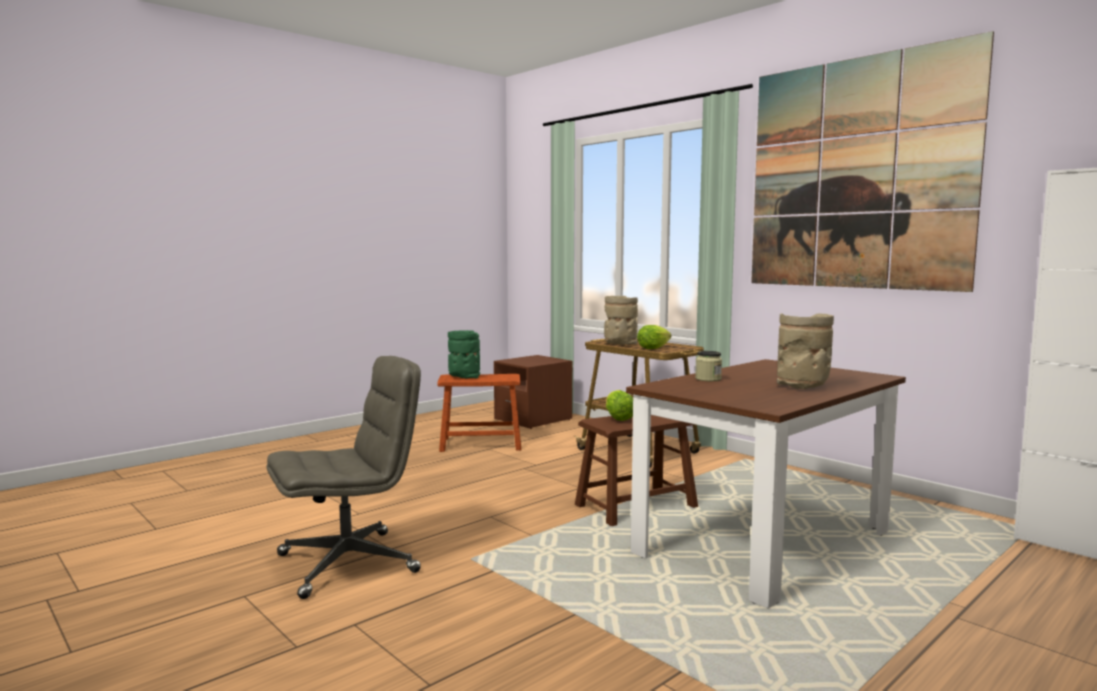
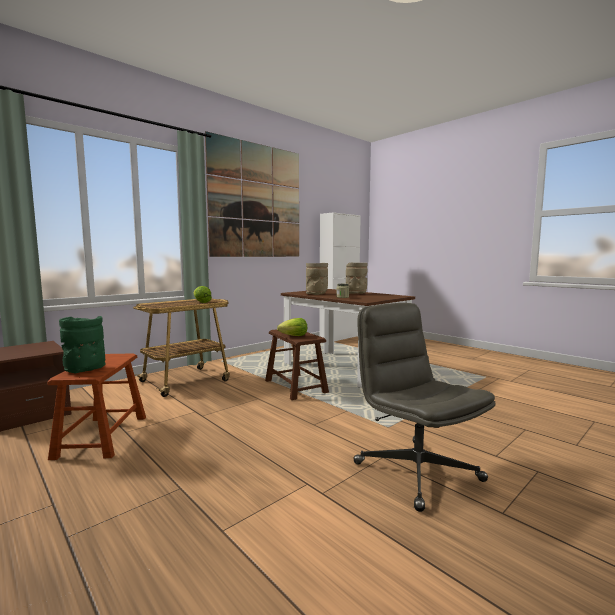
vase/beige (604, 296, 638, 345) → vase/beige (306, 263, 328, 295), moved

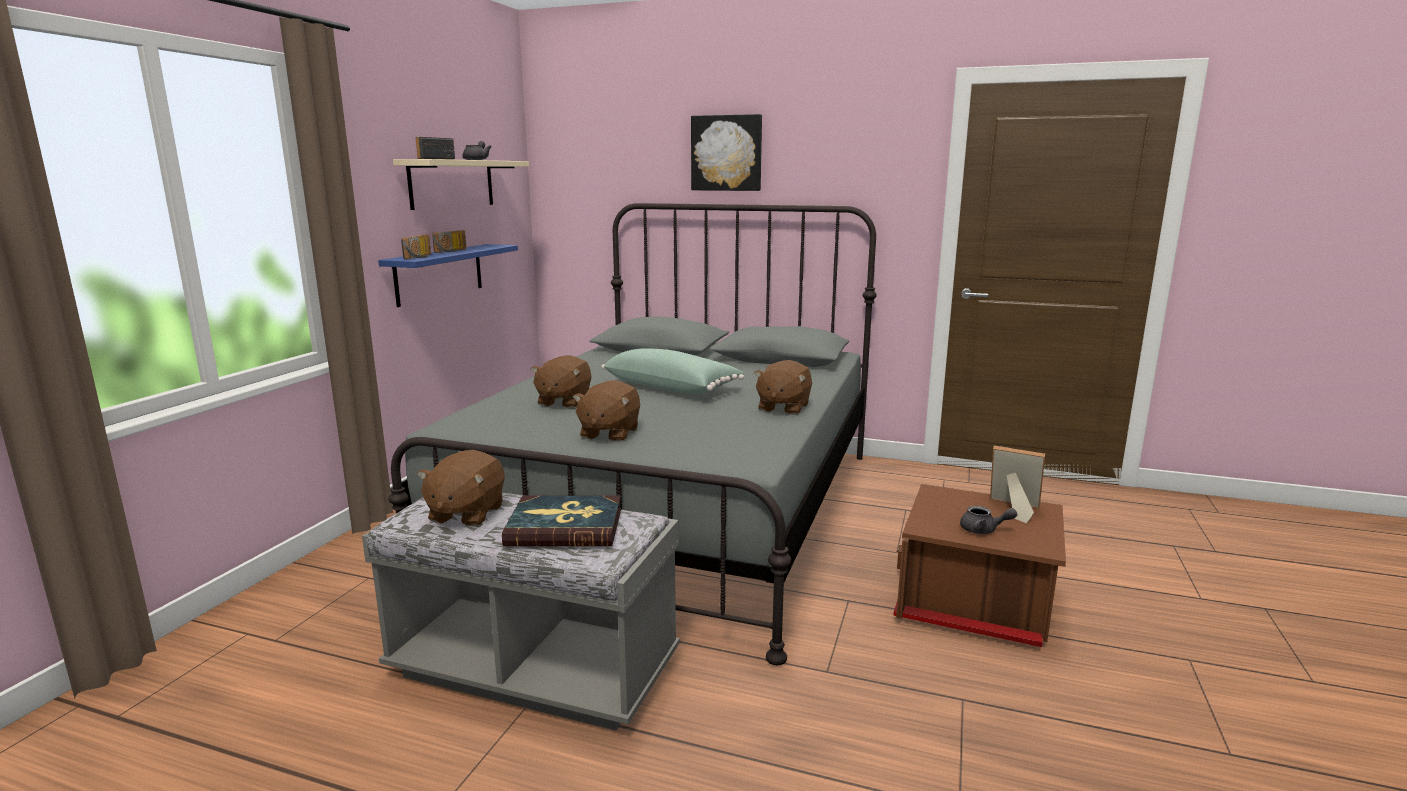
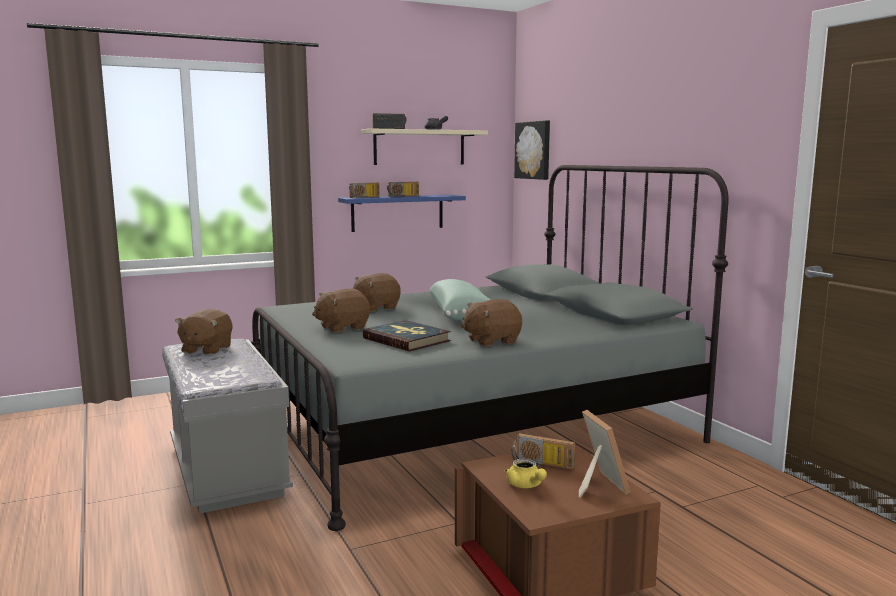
plush toy/brown (417, 450, 505, 527) → plush toy/brown (175, 309, 233, 355), 45 degrees counterclockwise
book (502, 496, 621, 546) → book (363, 320, 451, 351), moved
teapot/grey (960, 506, 1017, 534) → teapot/yellow (504, 459, 547, 488)
- → radio (511, 433, 575, 470)
picture (691, 114, 762, 191) → picture (514, 120, 550, 180), moved

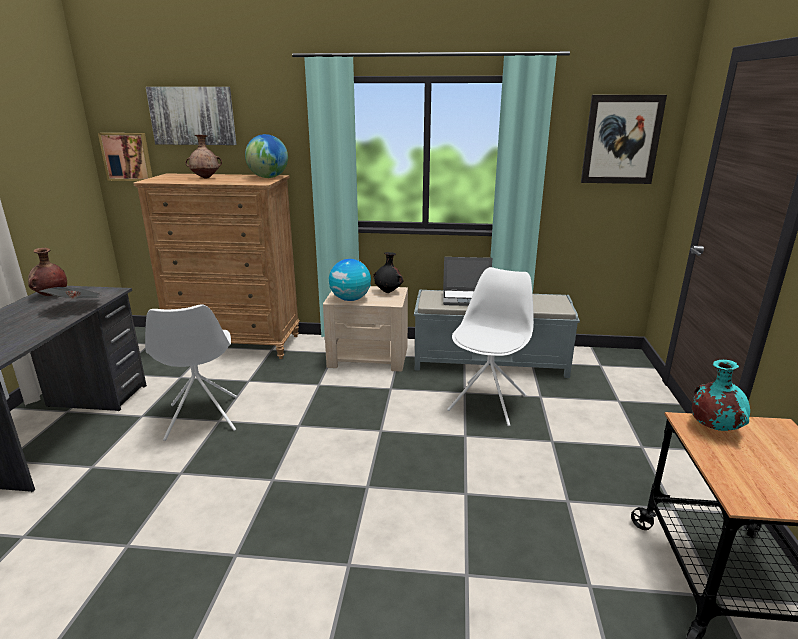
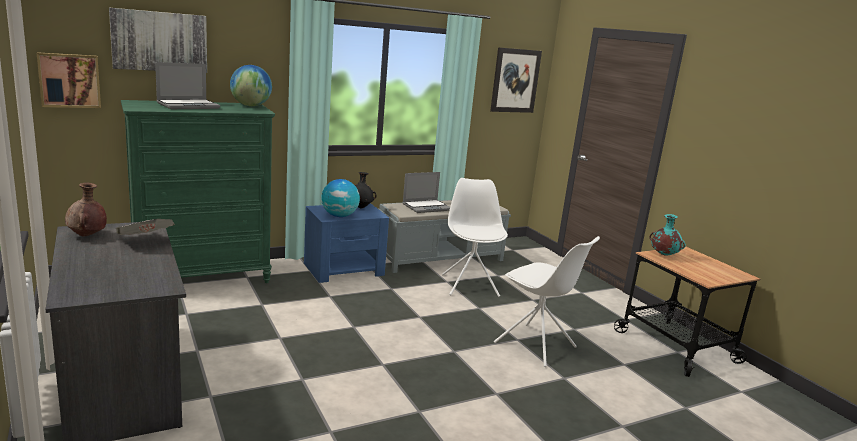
dresser/brown (133, 173, 300, 359) → dresser/green (121, 100, 275, 283)
vase/brown (185, 135, 222, 179) → laptop (155, 62, 220, 109)
nightstand/beige (323, 286, 408, 372) → nightstand/blue (304, 203, 389, 283)
chair/white (145, 304, 237, 441) → chair/white (494, 236, 600, 367), moved

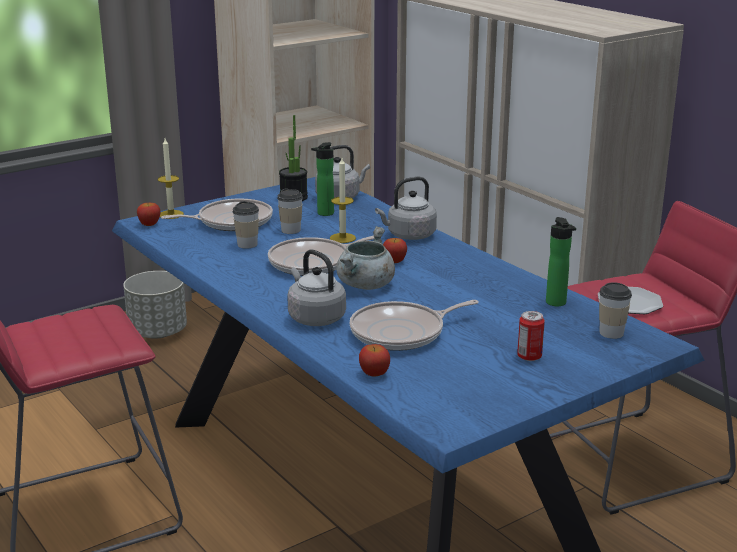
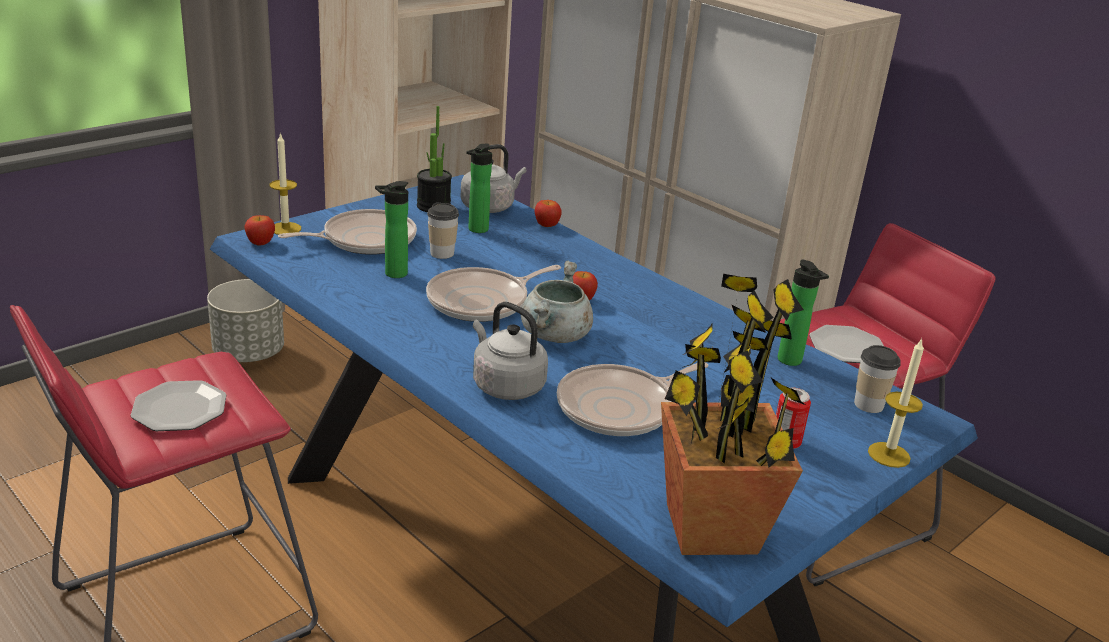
- → plate (131, 380, 226, 431)
cup (233, 201, 259, 249) → bottle (375, 181, 408, 278)
apple (359, 344, 390, 377) → apple (535, 200, 562, 227), moved
- → potted plant (661, 274, 805, 555)
candle (330, 158, 356, 243) → candle (868, 338, 924, 468), moved
kettle/grey (375, 177, 437, 240) → -

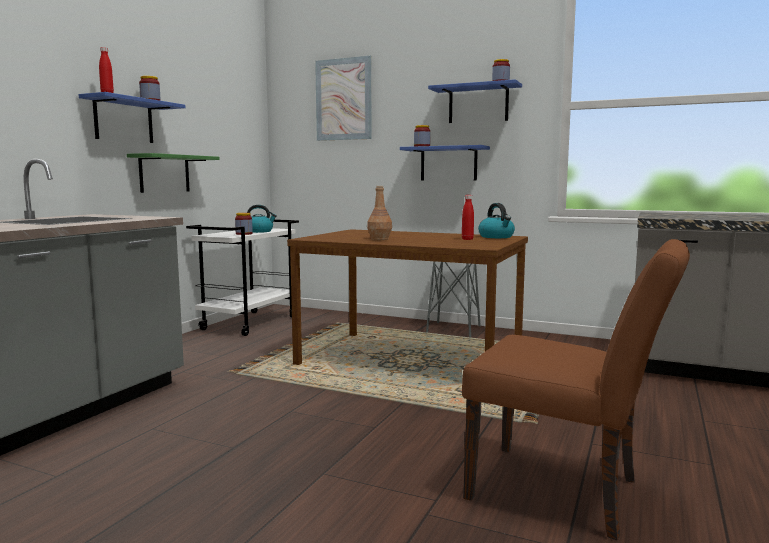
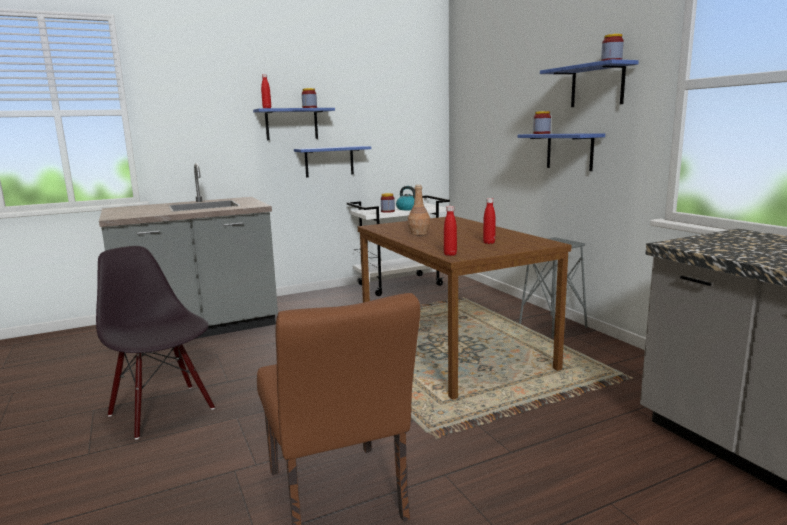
- → chair/black (96, 246, 215, 439)
shelf/green (127, 153, 220, 193) → shelf/blue (294, 146, 371, 178)
- → bottle/red (444, 206, 457, 256)
picture (315, 56, 372, 141) → -
kettle (478, 203, 515, 238) → -

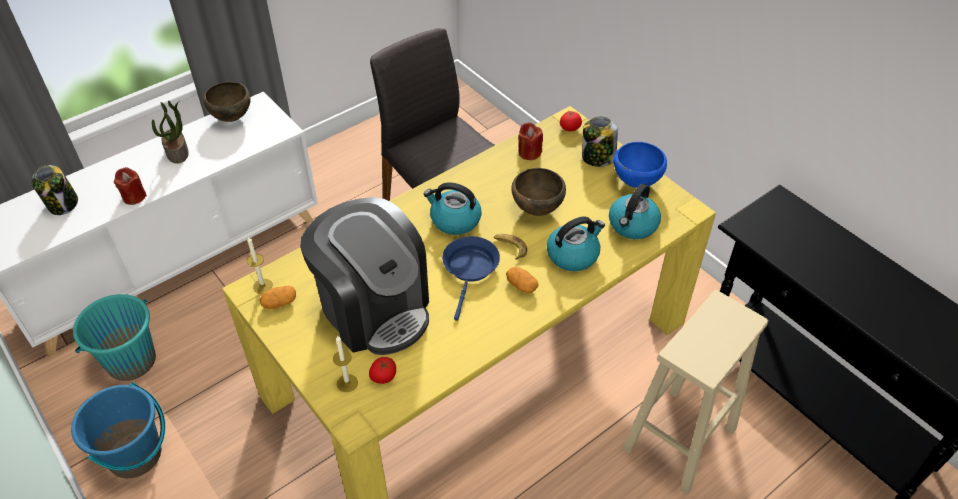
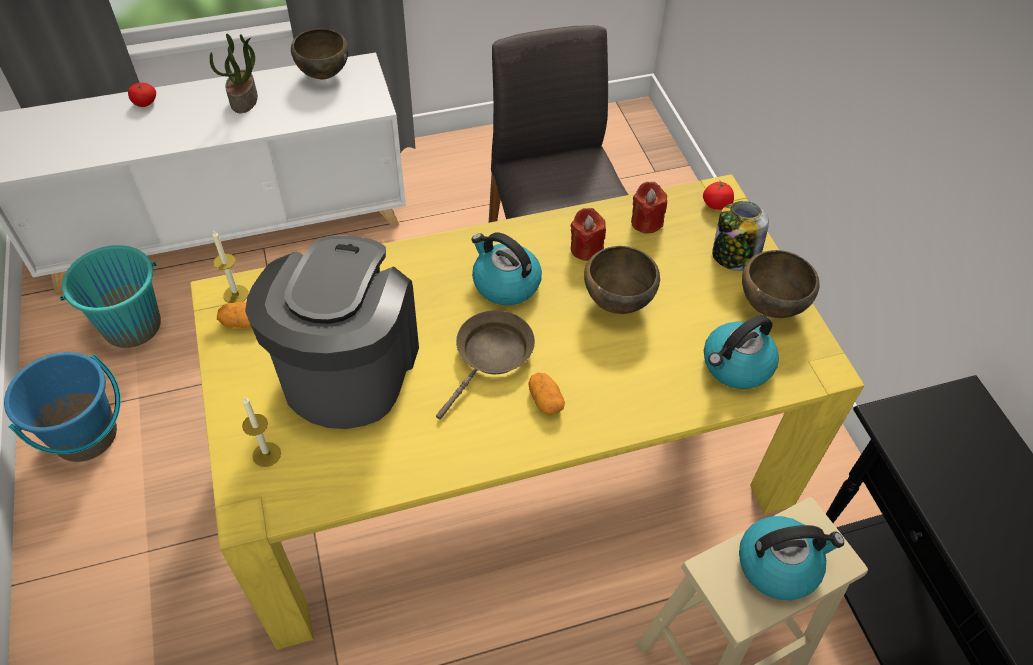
tomato (369, 357, 396, 384) → tomato (128, 83, 156, 107), moved
coffee machine (300, 197, 429, 355) → coffee machine (245, 235, 419, 429), 150 degrees counterclockwise
frying pan/blue (442, 236, 500, 321) → frying pan/brown (436, 310, 535, 420)
candle/red (114, 167, 147, 205) → candle/red (571, 208, 606, 261), moved
kettle (547, 217, 605, 271) → kettle (739, 516, 844, 600), moved
bowl/blue (614, 142, 667, 188) → bowl/brown (742, 250, 820, 318)
jar (32, 165, 78, 215) → -
banana (494, 234, 527, 260) → -

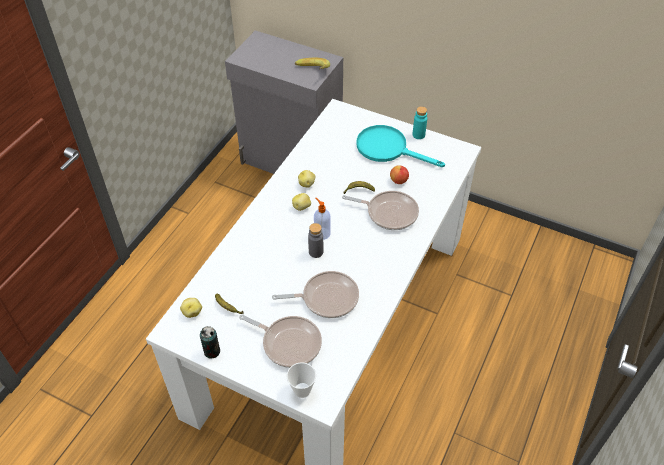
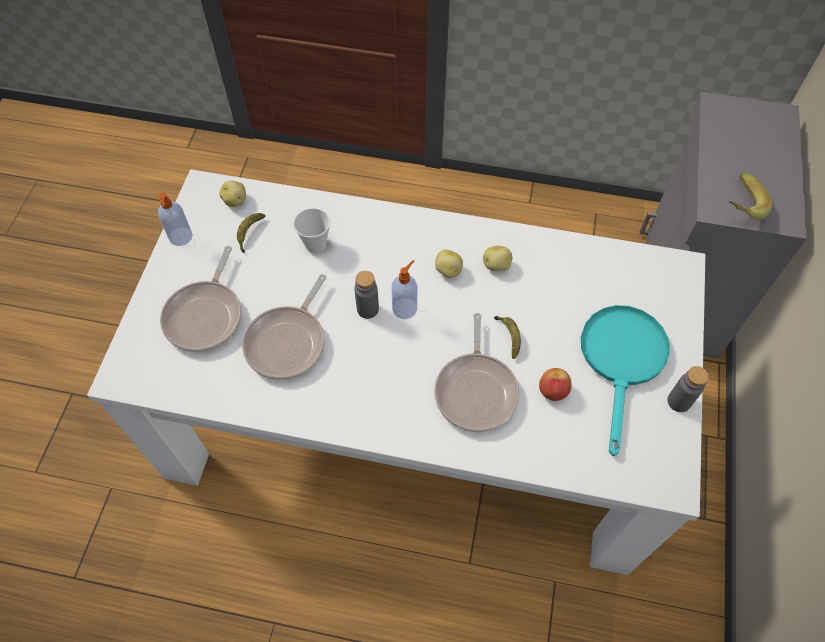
can (200, 326, 220, 359) → soap dispenser (158, 192, 193, 246)
frying pan (272, 271, 359, 318) → frying pan (242, 274, 326, 380), 45 degrees clockwise
cup (286, 362, 316, 398) → cup (293, 208, 330, 253), moved
bottle/turquoise (412, 106, 427, 139) → bottle/grey (667, 366, 709, 412)

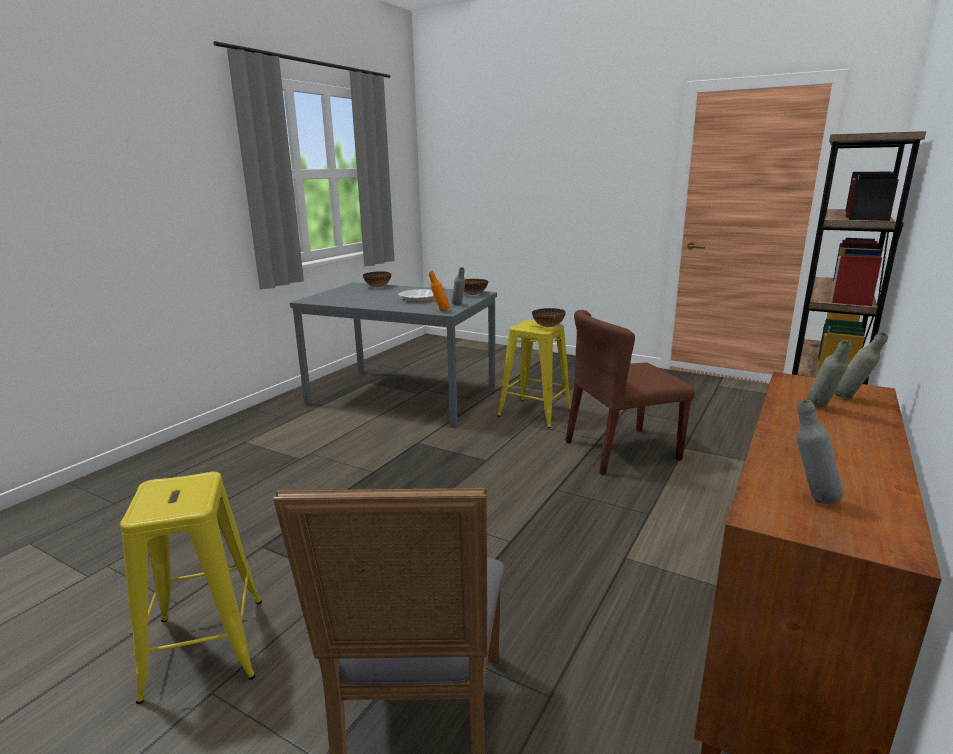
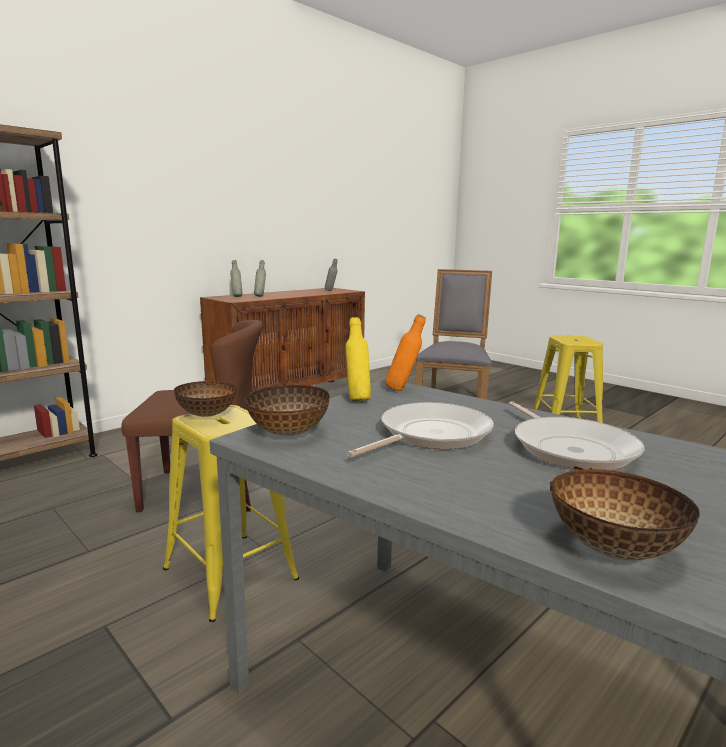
bottle/grey (452, 267, 466, 305) → bottle/yellow (345, 317, 371, 401)
- → frying pan (509, 401, 645, 470)

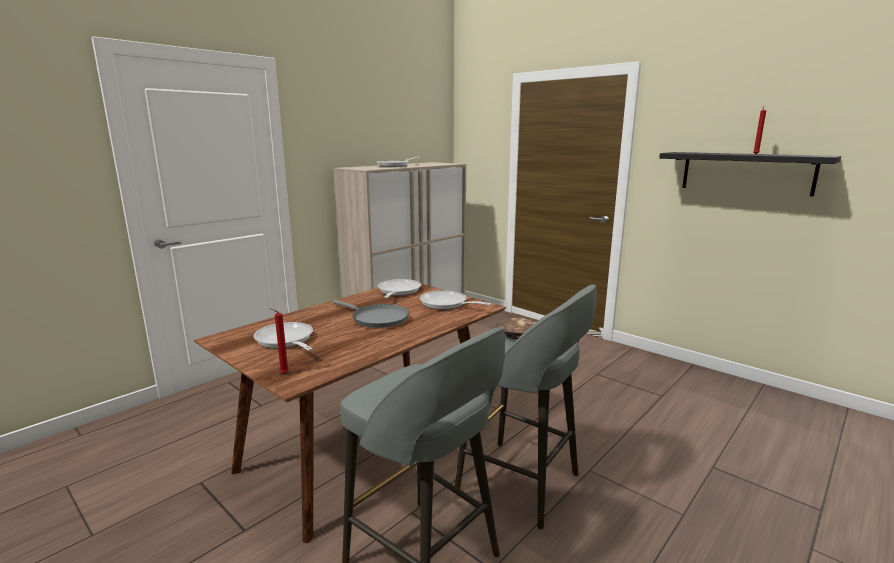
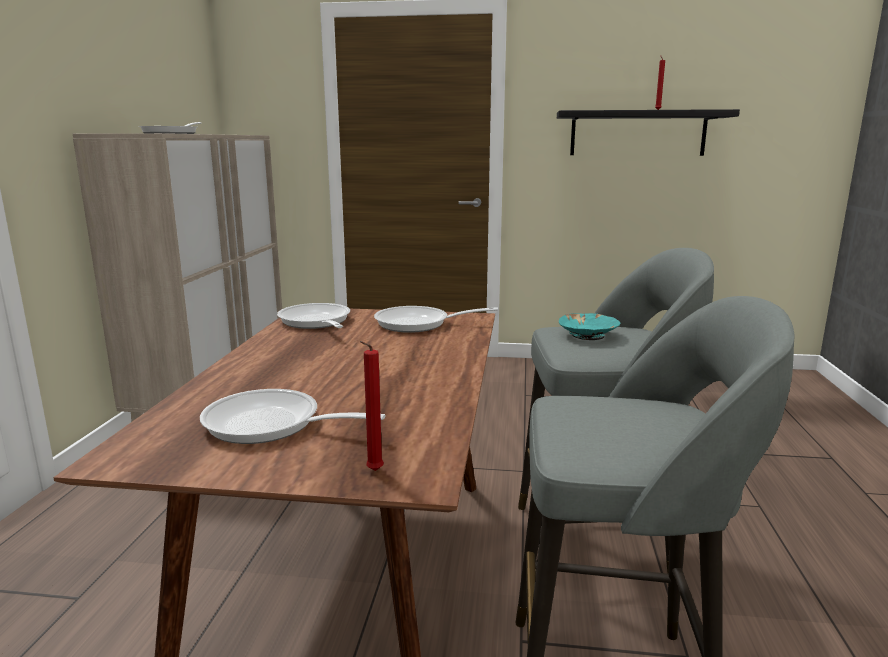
bowl/brown (496, 317, 536, 339) → bowl/turquoise (559, 313, 620, 340)
frying pan/grey (332, 300, 409, 328) → -

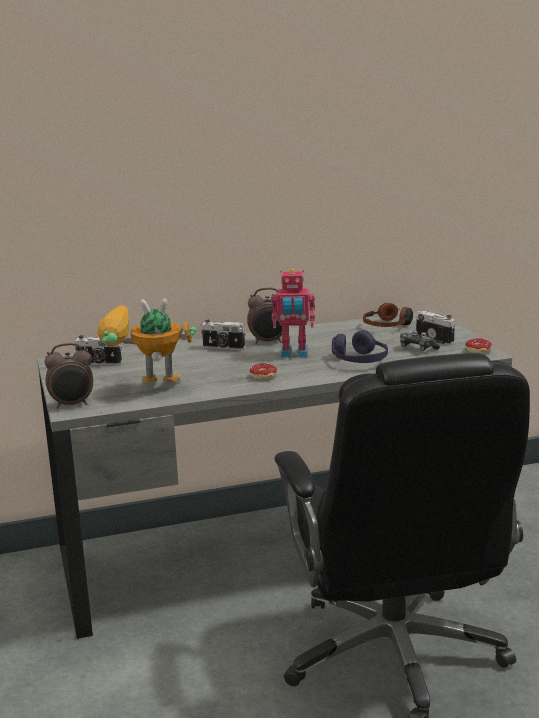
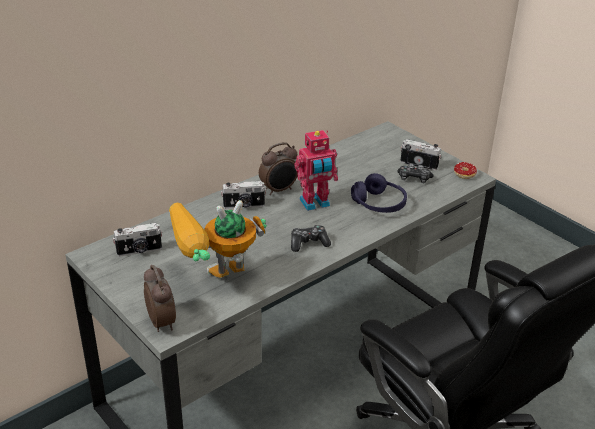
alarm clock (45, 343, 93, 409) → alarm clock (144, 265, 176, 332), 75 degrees counterclockwise
donut (237, 363, 277, 380) → game controller (291, 225, 331, 252)
headphones (363, 303, 413, 327) → -

